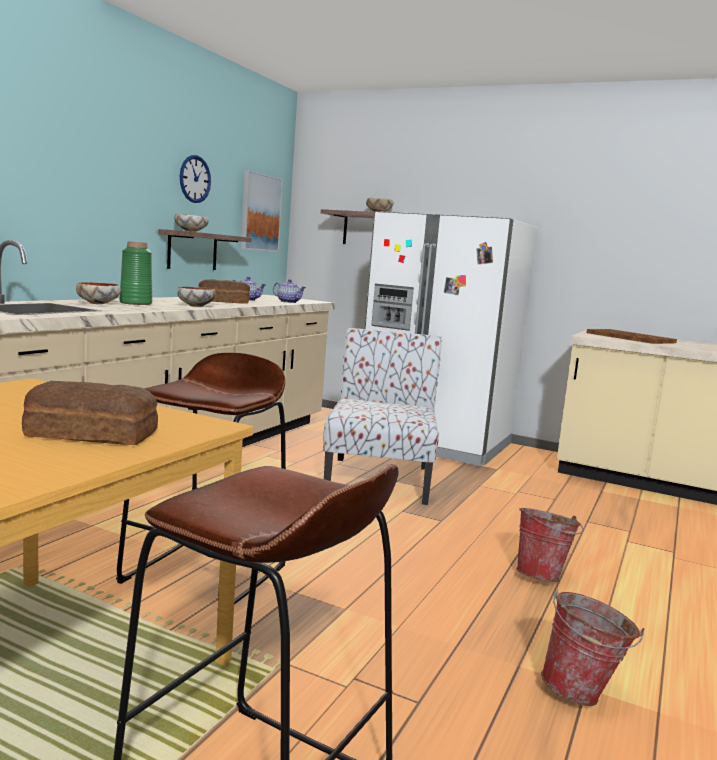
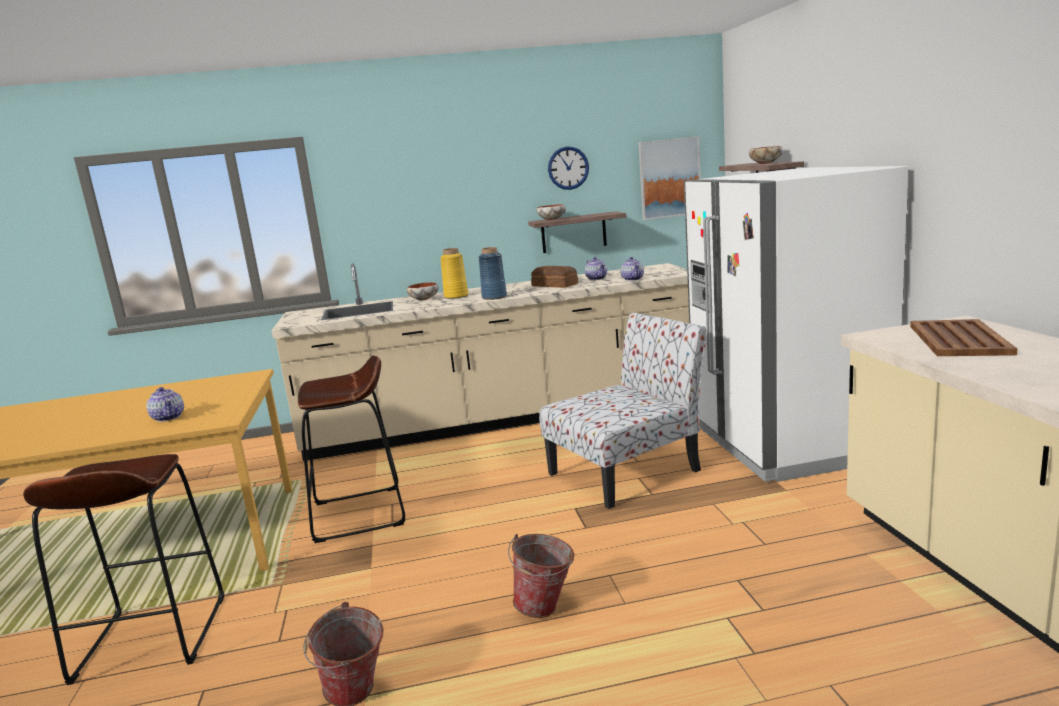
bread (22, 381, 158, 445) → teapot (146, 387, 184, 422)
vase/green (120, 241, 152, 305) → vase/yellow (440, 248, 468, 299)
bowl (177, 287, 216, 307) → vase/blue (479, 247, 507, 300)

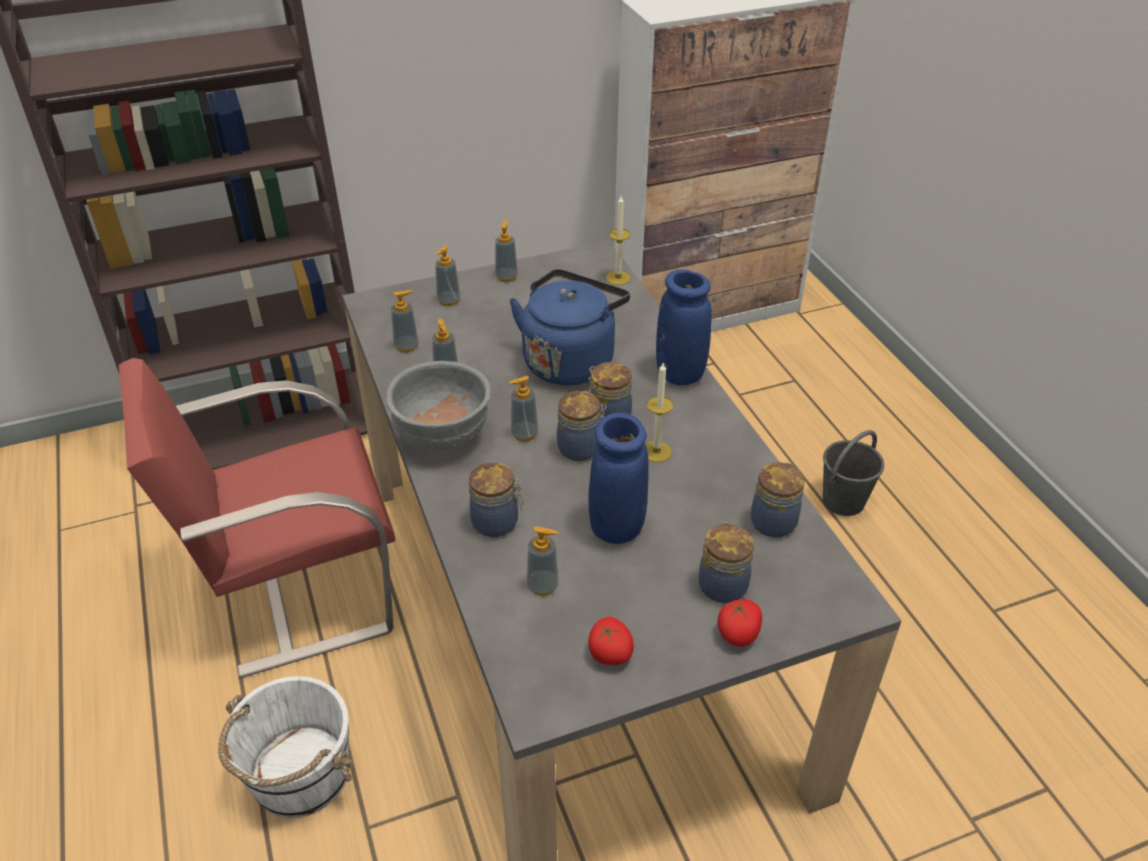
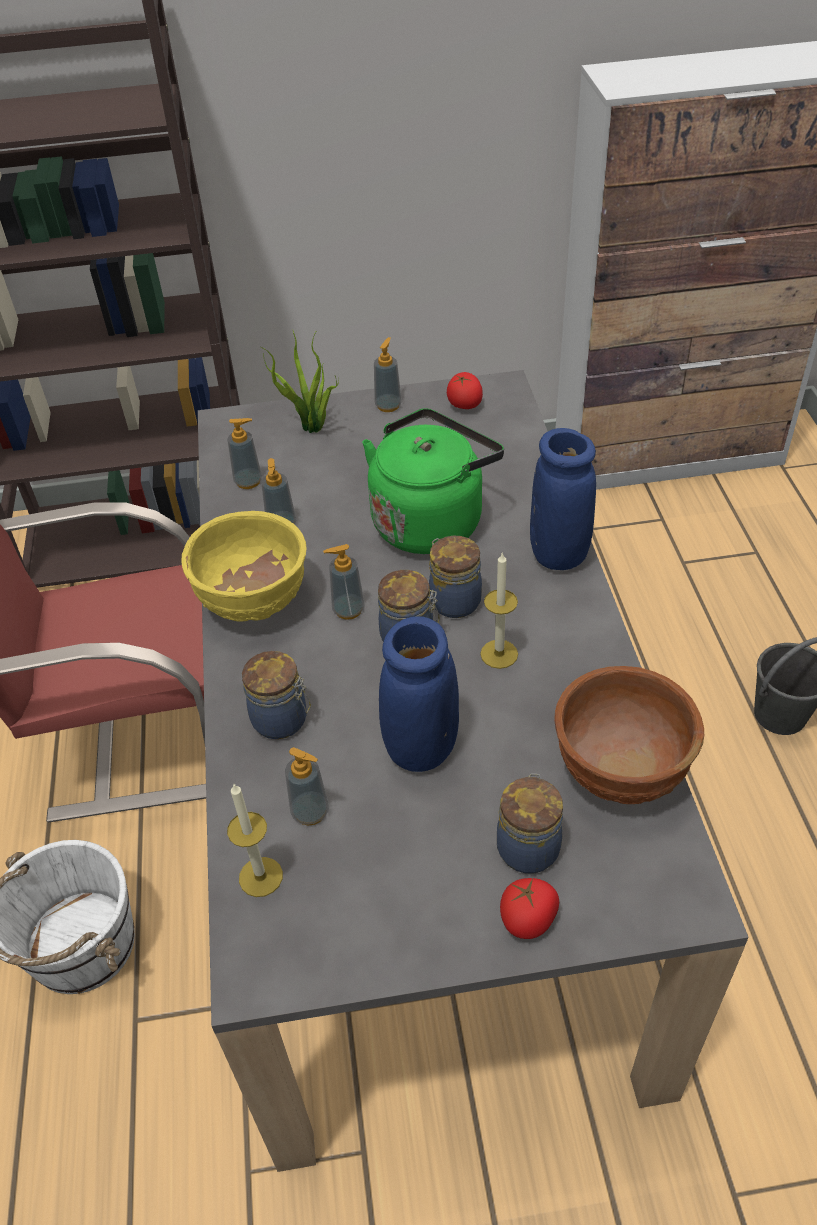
bowl/grey (386, 361, 491, 451) → bowl/yellow (181, 511, 307, 621)
candle (606, 196, 631, 285) → candle (227, 784, 283, 897), moved
soap dispenser (435, 245, 460, 306) → potted plant (261, 330, 339, 433)
kettle/blue (509, 269, 630, 385) → kettle/green (362, 408, 504, 554)
tomato (588, 617, 634, 665) → tomato (447, 372, 483, 409), moved
jar (751, 462, 805, 537) → bowl/brown (554, 666, 704, 804)

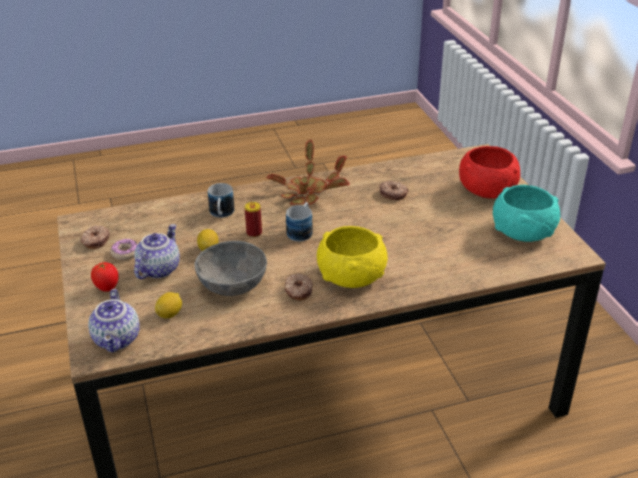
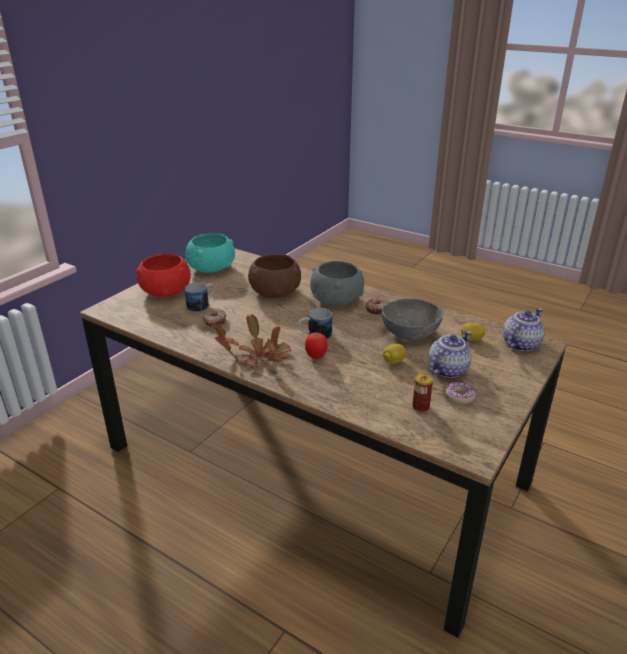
mug (208, 183, 235, 218) → mug (185, 282, 215, 312), moved
- → bowl/brown (248, 254, 301, 298)
tomato (91, 262, 119, 291) → tomato (305, 332, 328, 359), moved
bowl/yellow (317, 226, 388, 288) → bowl/grey (310, 261, 364, 306)
can (245, 202, 262, 237) → can (412, 373, 433, 412), moved
teapot (134, 224, 180, 279) → teapot (429, 331, 472, 378), 150 degrees clockwise
donut (81, 226, 110, 249) → -

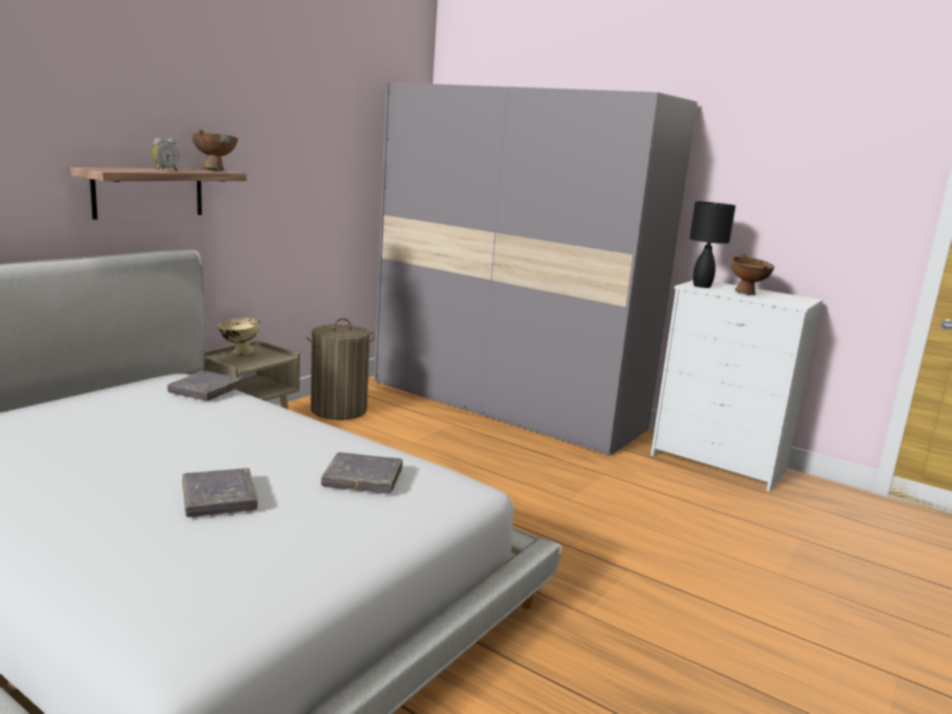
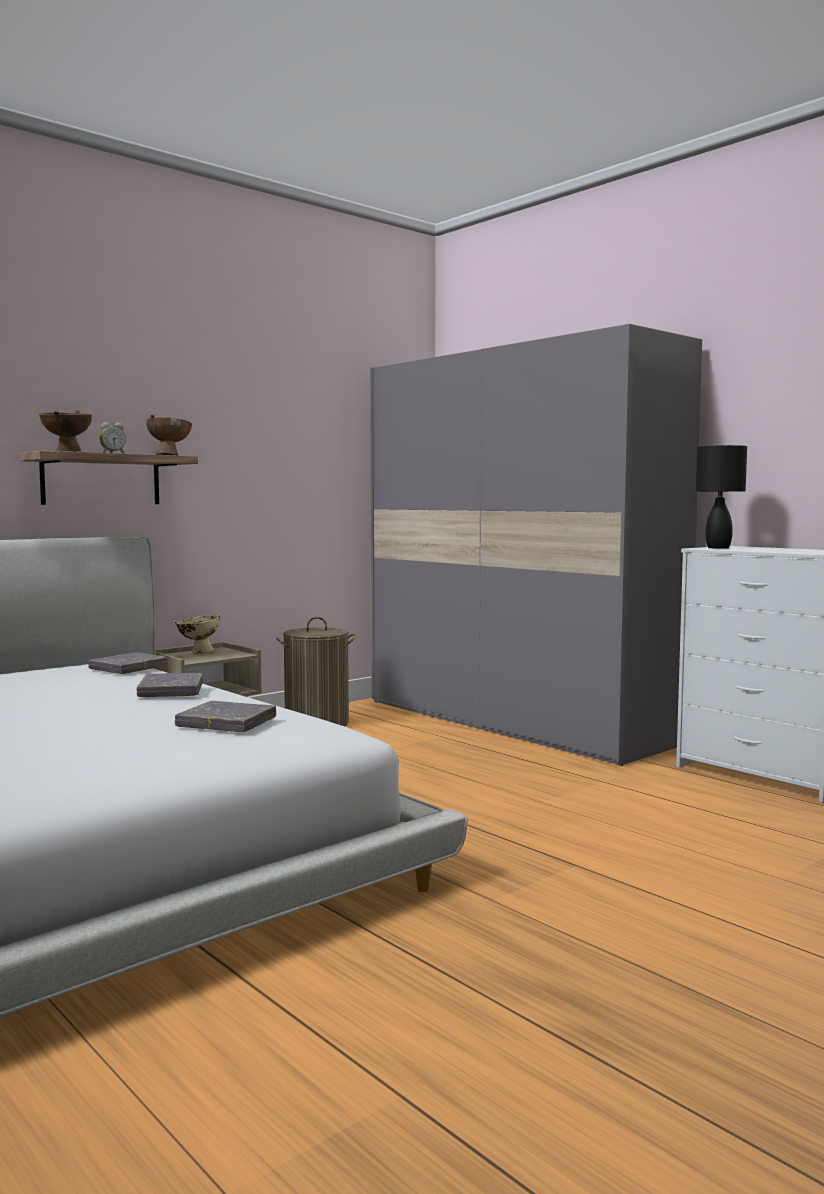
bowl/brown (731, 254, 774, 295) → bowl/brown (39, 410, 92, 452), moved
book/grey (182, 468, 258, 517) → book/grey (136, 673, 203, 697), moved

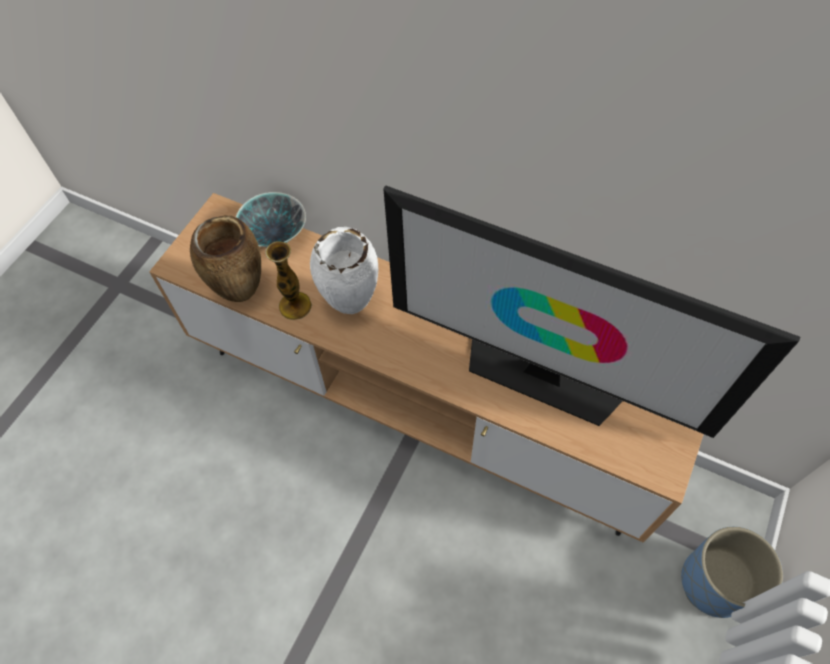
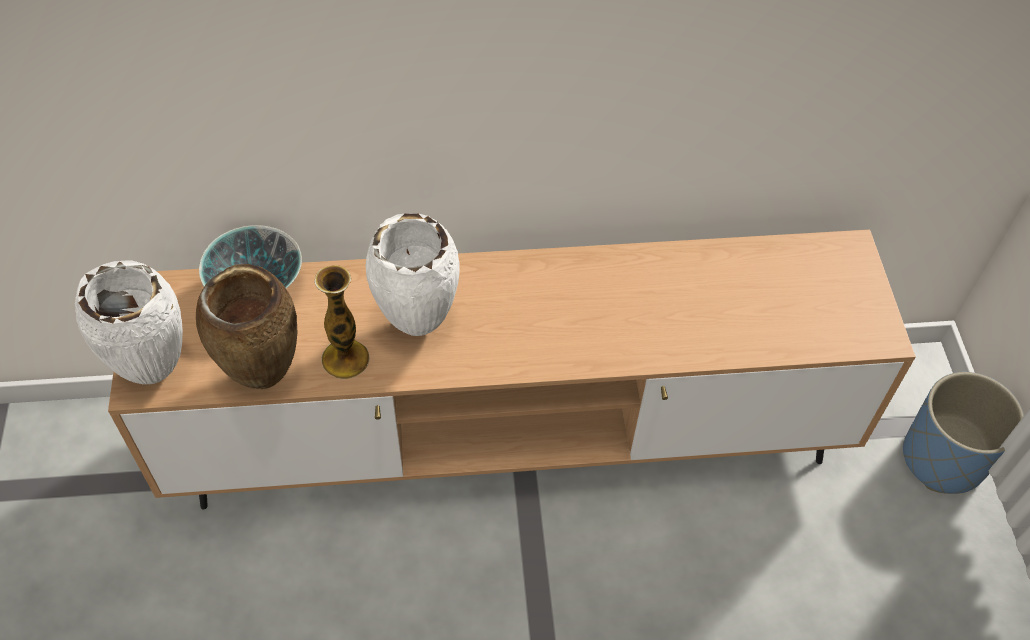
- → vase/white (75, 261, 183, 384)
television (383, 185, 800, 438) → -

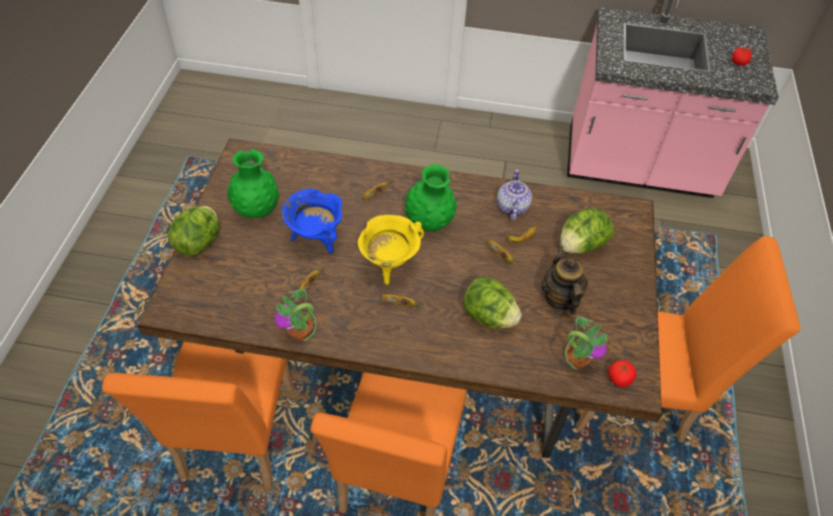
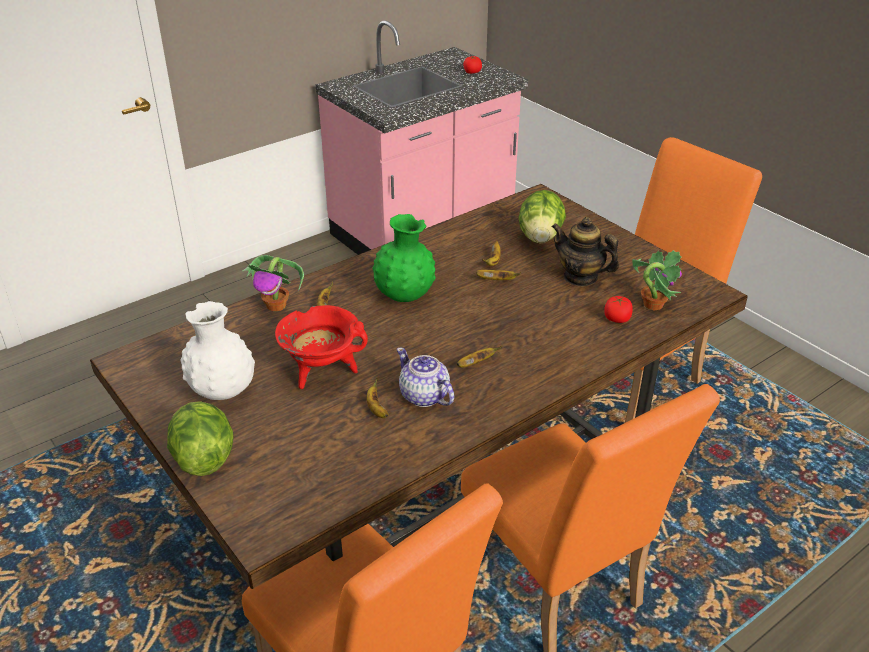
vase/green (227, 149, 279, 218) → vase/white (180, 301, 255, 400)
potted plant (275, 289, 317, 342) → potted plant (242, 255, 304, 311), moved
cooking pot/blue (281, 189, 342, 254) → cooking pot/red (275, 305, 368, 389)
teapot (497, 169, 532, 221) → teapot (397, 348, 454, 407), moved
tomato (608, 360, 636, 387) → tomato (604, 296, 633, 323), moved
cooking pot/yellow (358, 215, 424, 285) → -
lettuce (463, 276, 522, 329) → -

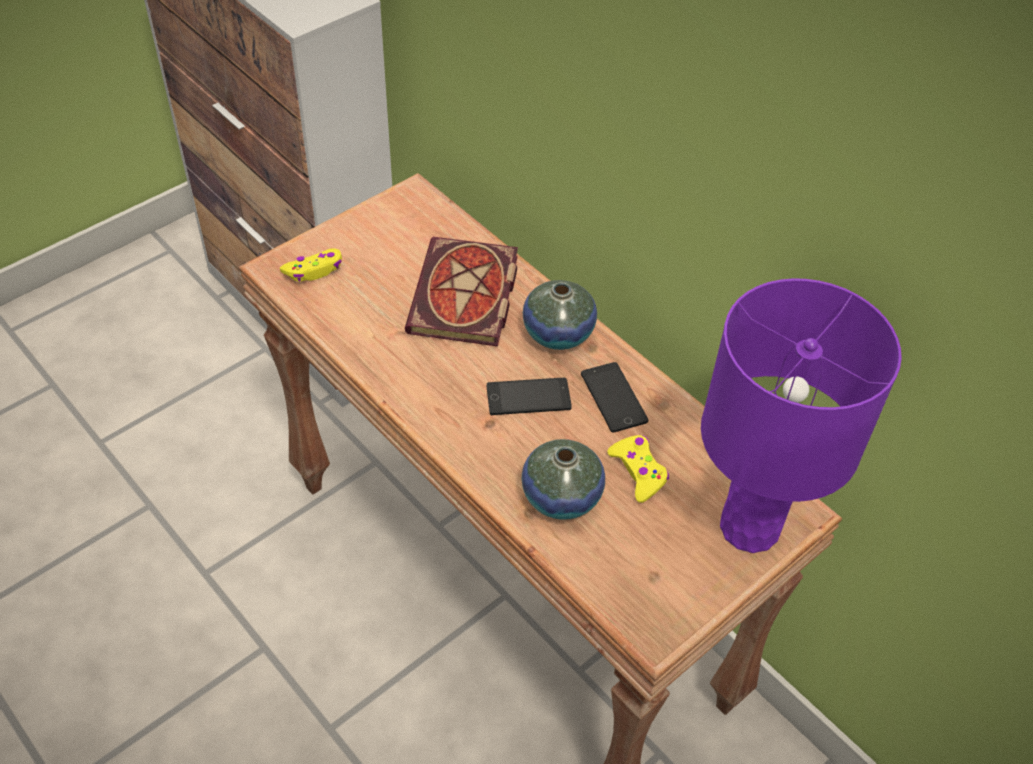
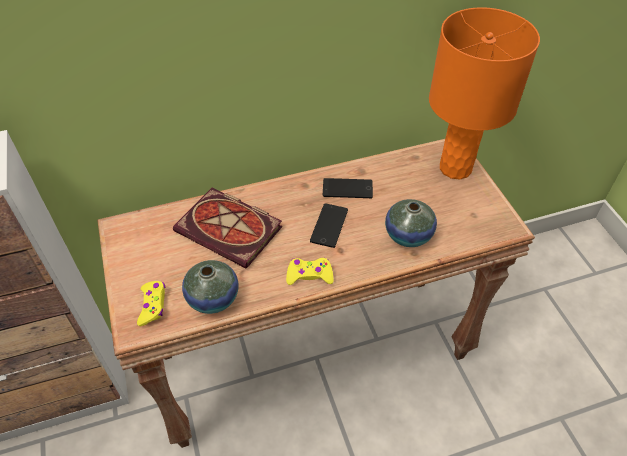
vase (523, 280, 597, 350) → vase (182, 260, 239, 314), moved
game controller/yellow (607, 435, 669, 503) → game controller/yellow (286, 258, 334, 285), moved
table lamp/purple (701, 278, 902, 553) → table lamp/orange (429, 7, 540, 180)

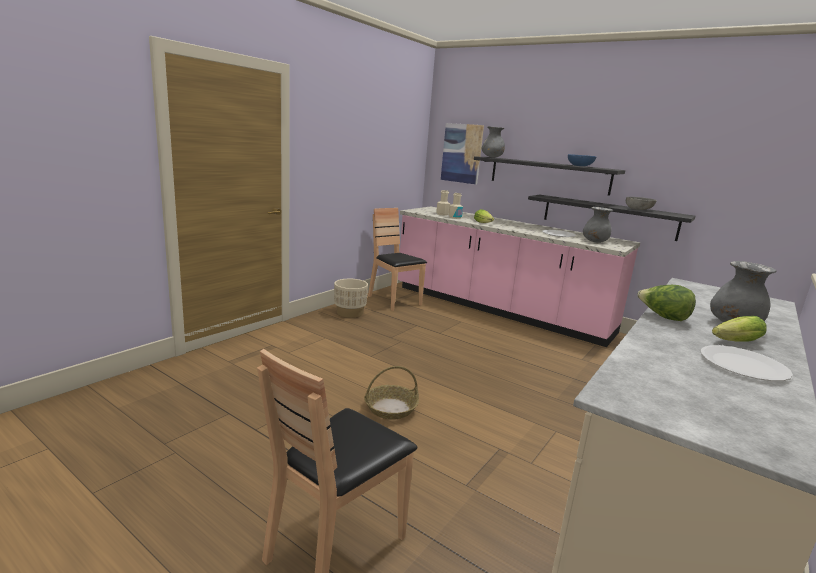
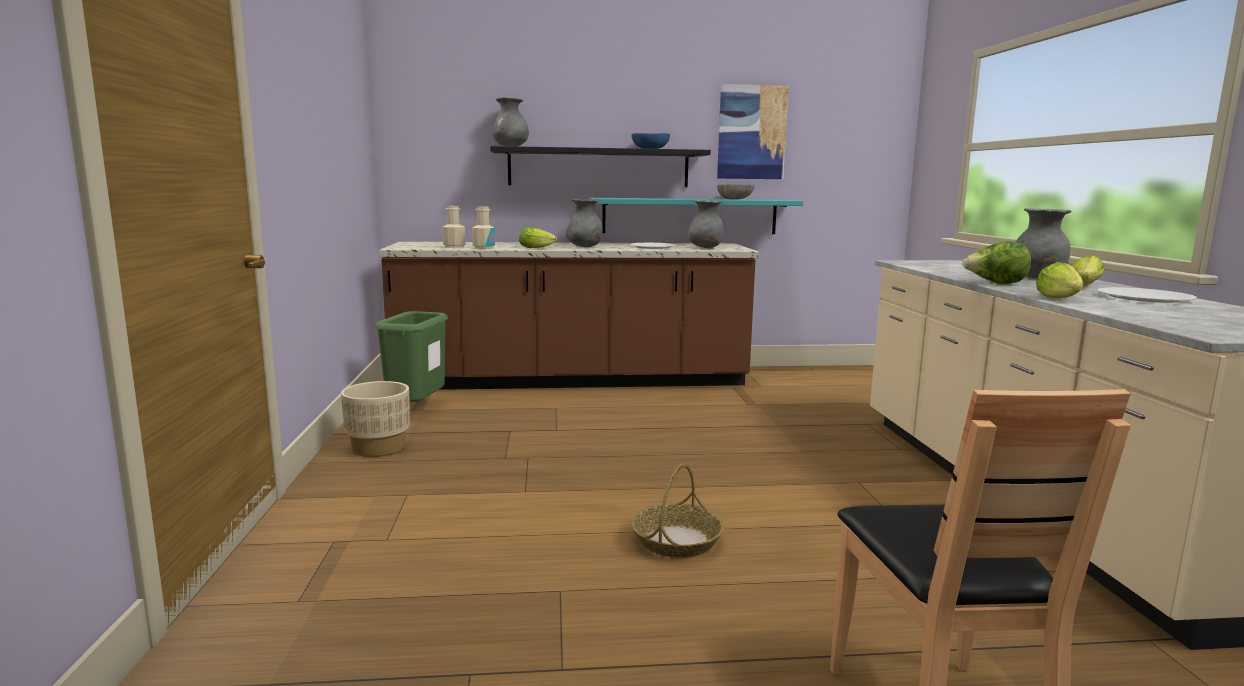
chair/brown (368, 208, 427, 311) → trash can/green (375, 311, 448, 402)
counter/pink (398, 206, 640, 347) → counter/brown (378, 242, 759, 390)
- → vase/grey (566, 199, 603, 247)
shelf/black (528, 195, 696, 241) → shelf/turquoise (589, 198, 804, 234)
picture (441, 123, 484, 184) → picture (717, 84, 789, 179), moved
- → lettuce (1036, 262, 1083, 298)

